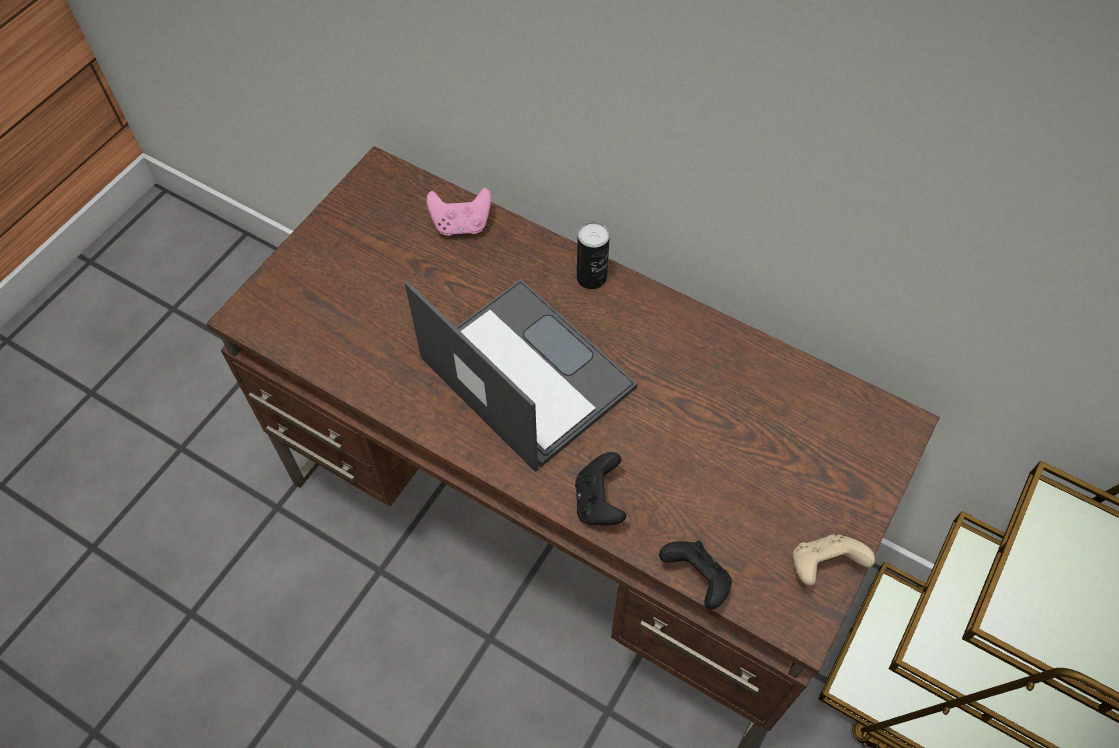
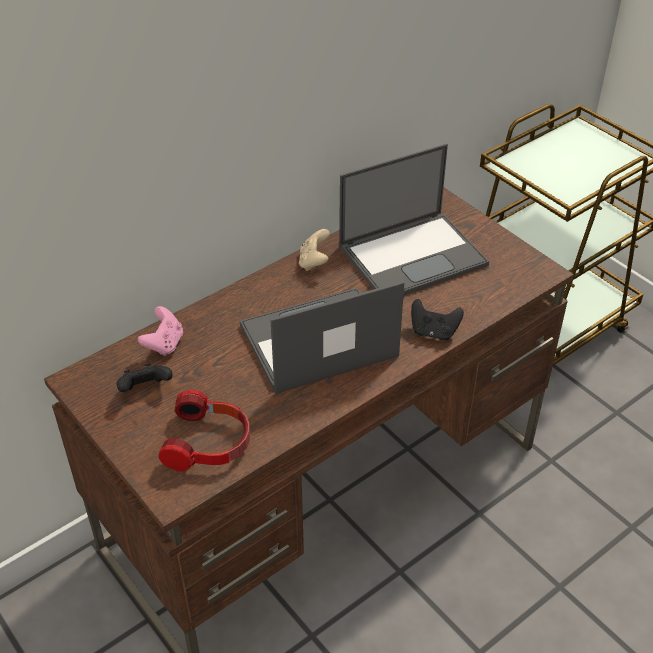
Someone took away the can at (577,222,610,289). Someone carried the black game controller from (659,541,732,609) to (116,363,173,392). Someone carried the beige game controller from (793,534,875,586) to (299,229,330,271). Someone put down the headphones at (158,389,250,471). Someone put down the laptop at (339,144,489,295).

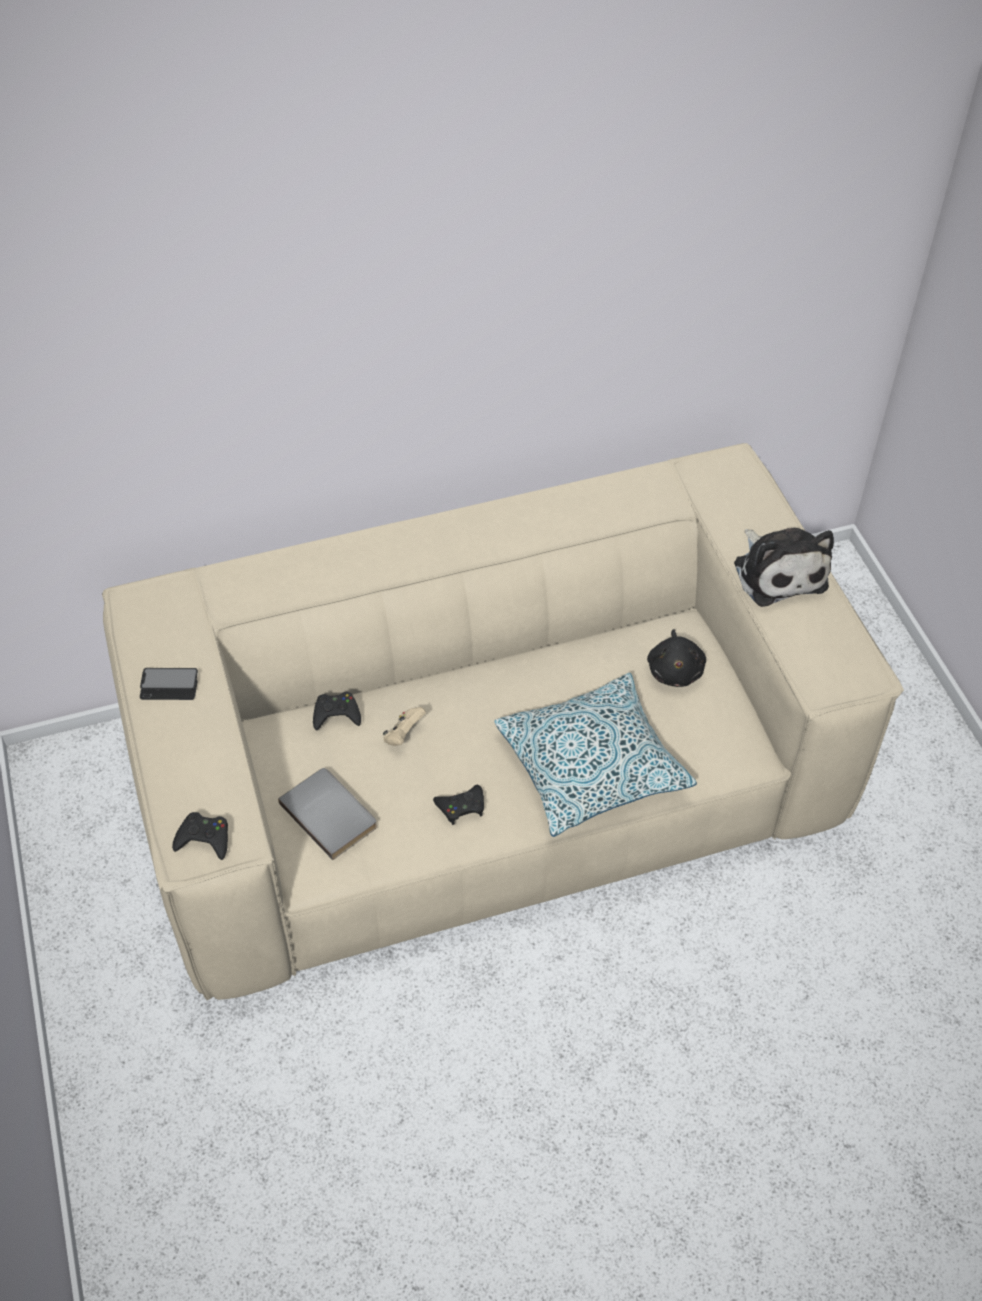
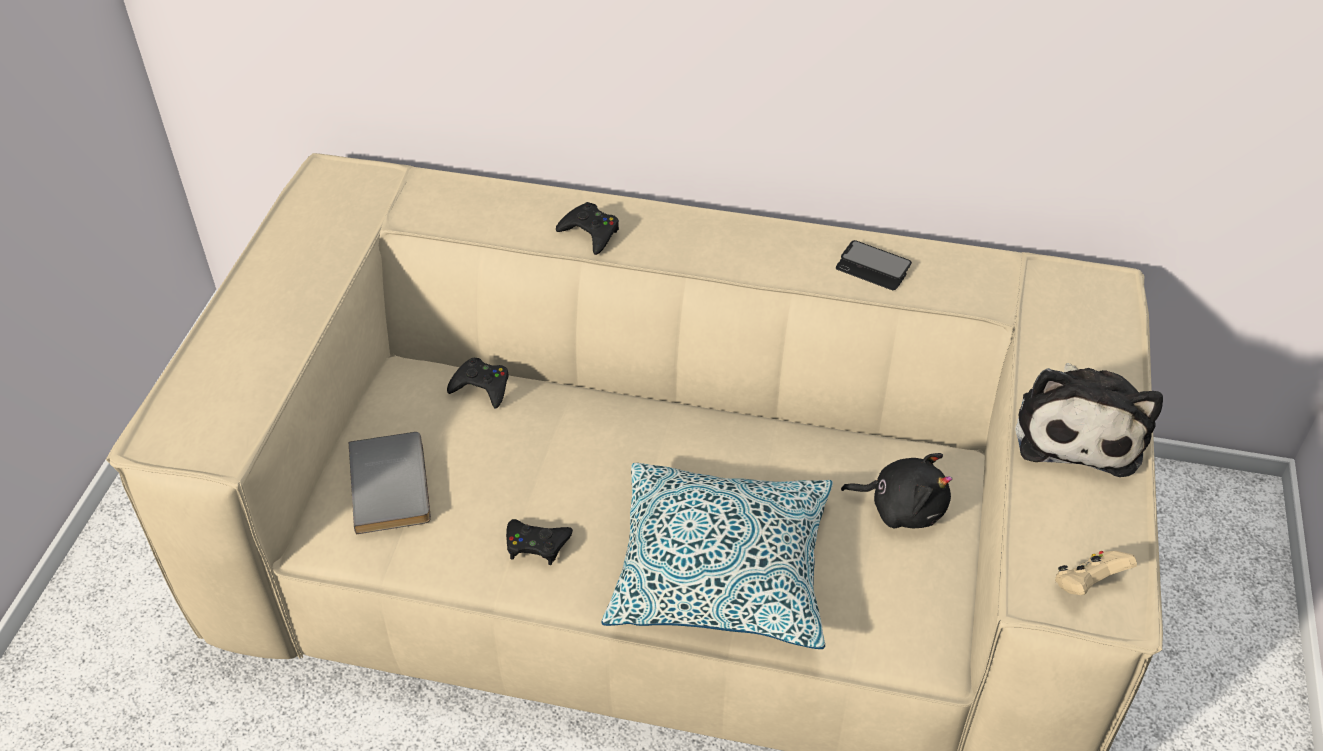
Someone carried the phone from (140,668,198,700) to (836,240,912,290). Someone carried the black game controller from (172,812,228,860) to (556,202,619,255). Someone carried the beige game controller from (383,707,426,746) to (1055,551,1137,595). Someone rotated the black plush toy at (647,629,706,687) by 105 degrees counterclockwise.

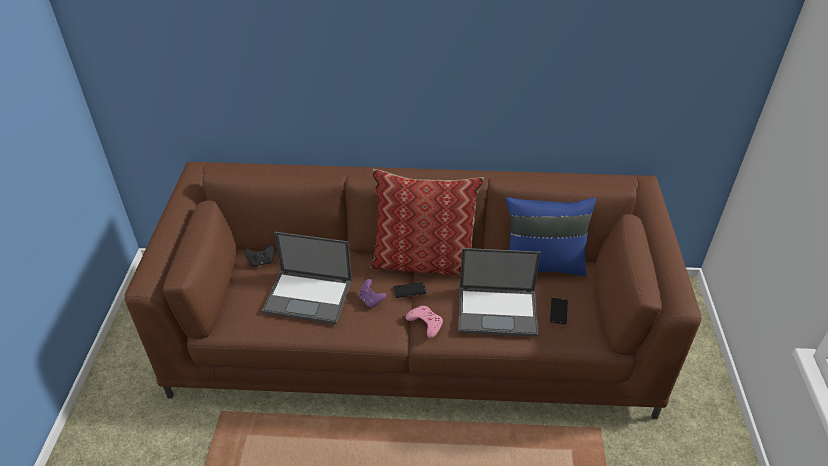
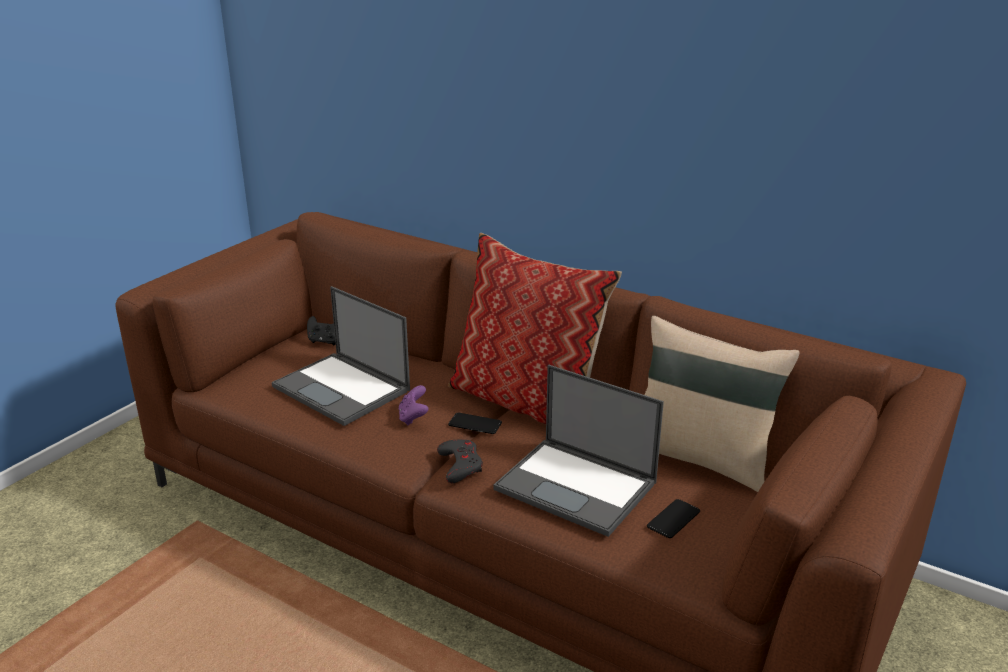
Someone repainted the pink game controller at (406,306,443,338), which became the grey game controller at (437,440,483,483). Someone repainted the blue pillow at (506,197,596,277), which became the beige pillow at (645,316,799,492).

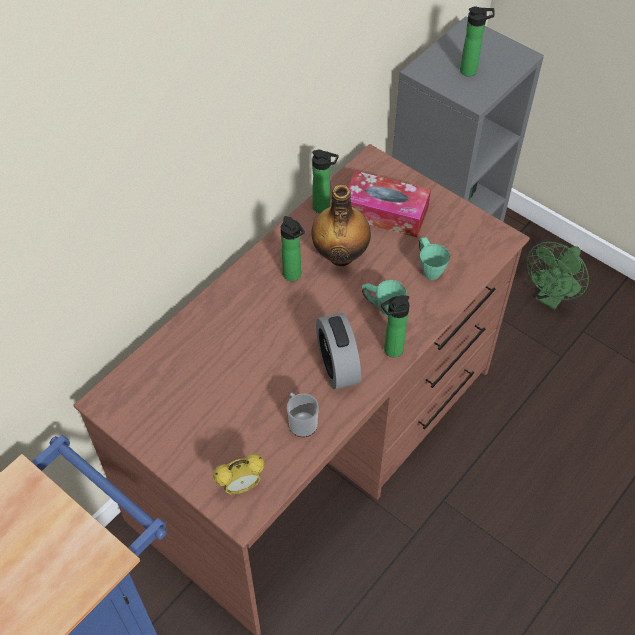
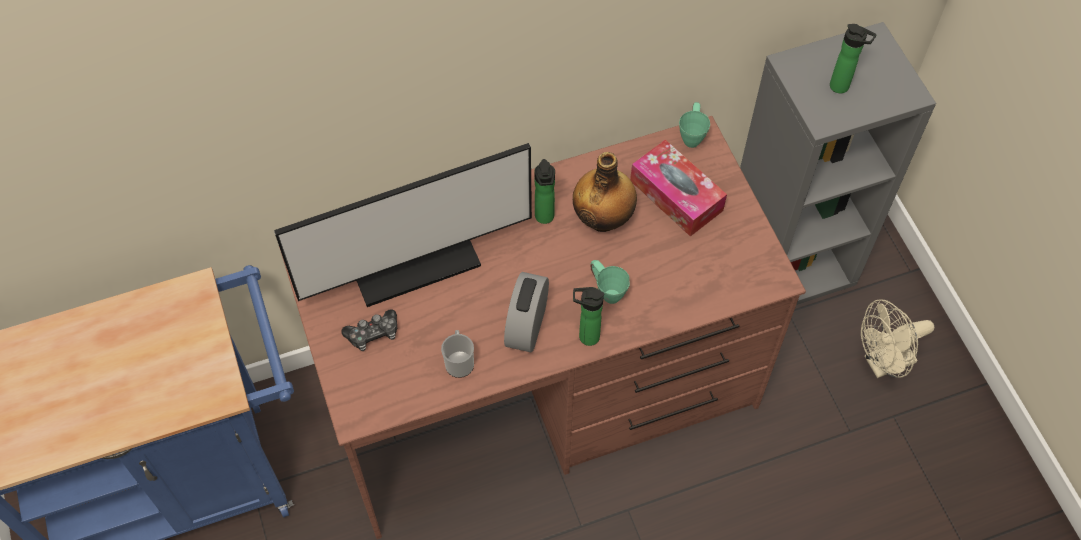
Someone took away the alarm clock at (213,454,265,495). Someone took away the bottle at (312,150,339,213). Someone carried the green mug from (419,237,450,280) to (679,102,710,148). Someone repainted the green fan at (526,242,589,310), which became the beige fan at (861,299,934,378). Someone put down the monitor at (274,143,532,307). Someone put down the game controller at (341,309,397,351).

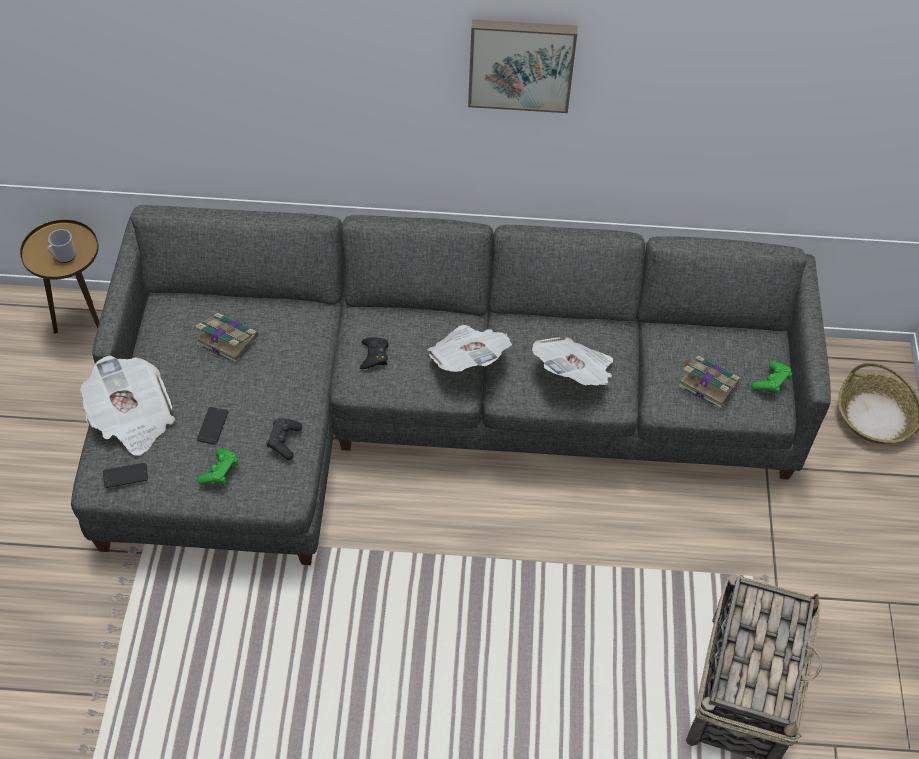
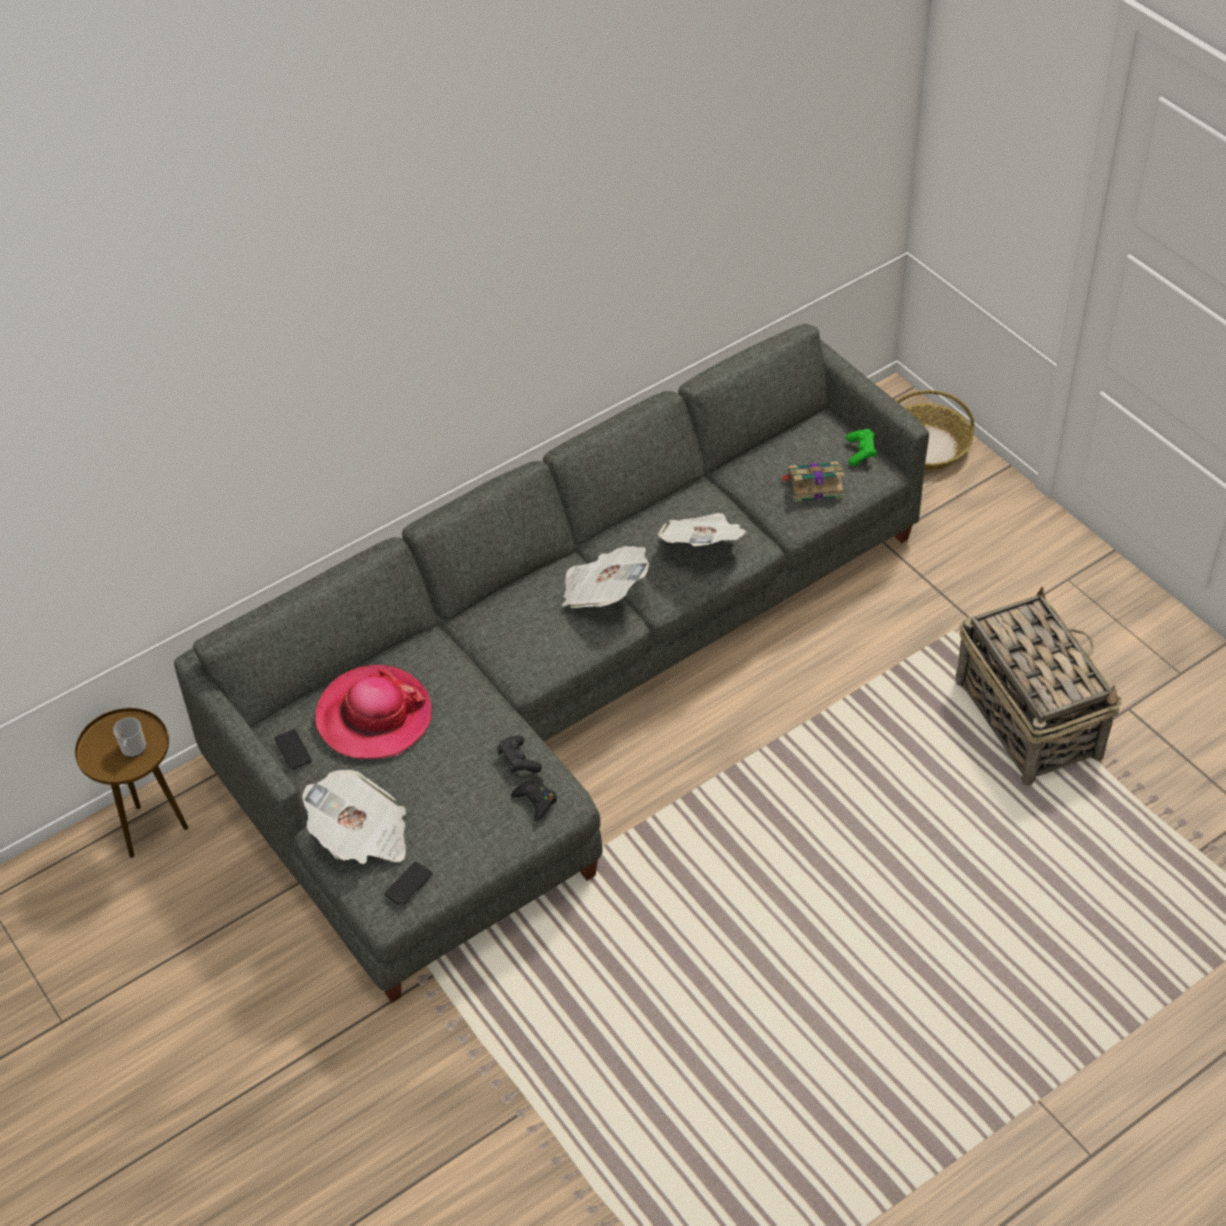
Someone swapped the book at (196,313,258,364) for the hat at (315,664,432,759). Someone carried the phone from (197,407,228,444) to (274,729,312,770). Someone took away the green game controller at (197,448,238,485). Someone carried the black game controller from (360,337,388,369) to (511,777,557,822). Someone took away the picture at (468,19,577,113).

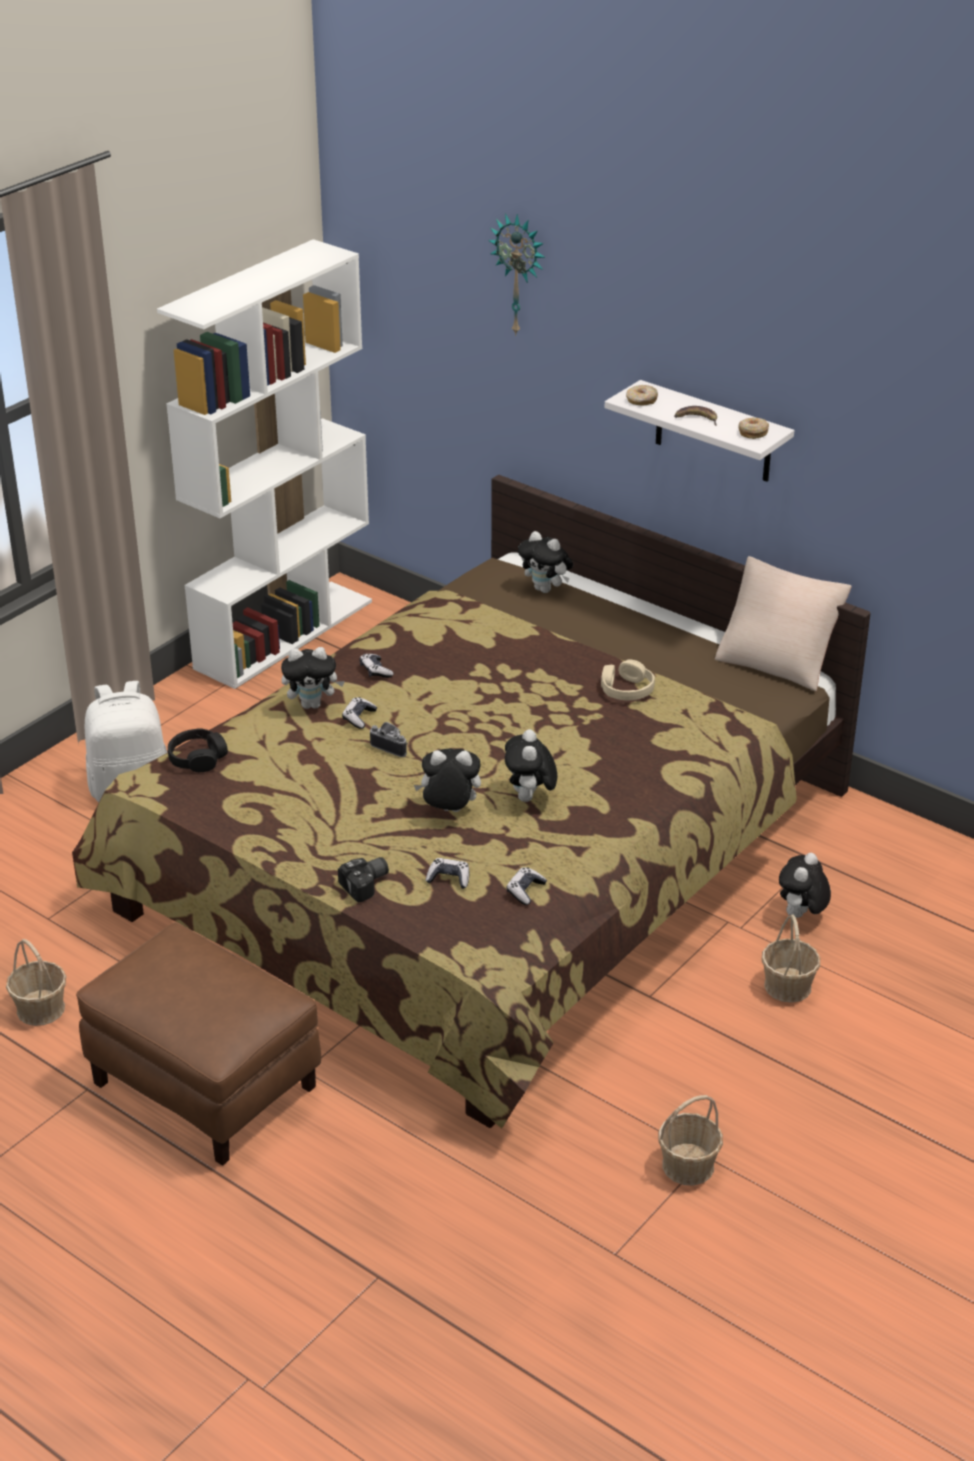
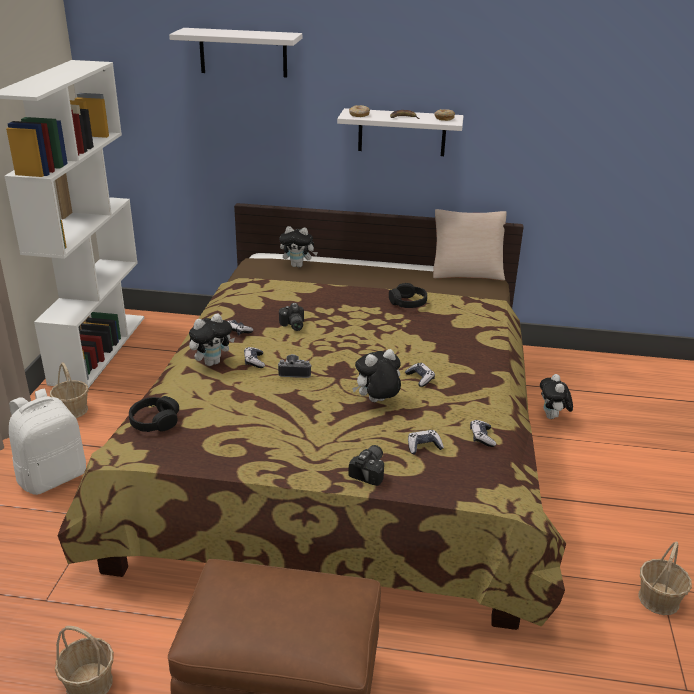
Someone swapped the wall clock at (488,213,546,336) for the white shelf at (169,28,302,77). Someone swapped the plush toy at (505,729,558,802) for the game controller at (405,363,435,387). Someone repainted the beige headphones at (601,660,655,700), which became the black headphones at (389,283,427,308). Someone carried the basket from (762,914,820,1003) to (50,362,88,418). Someone put down the photo camera at (279,303,304,331).

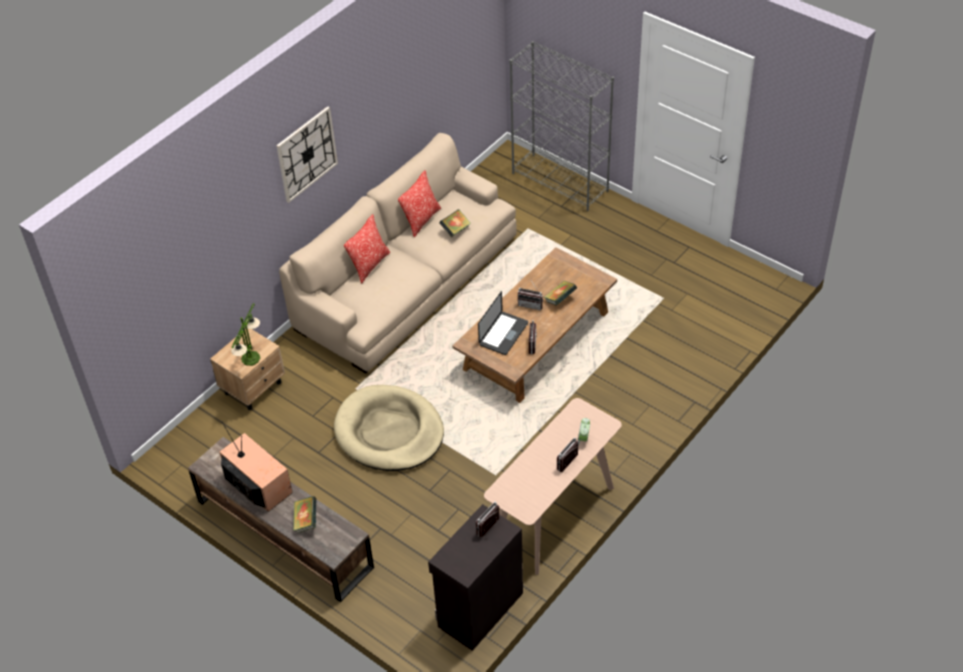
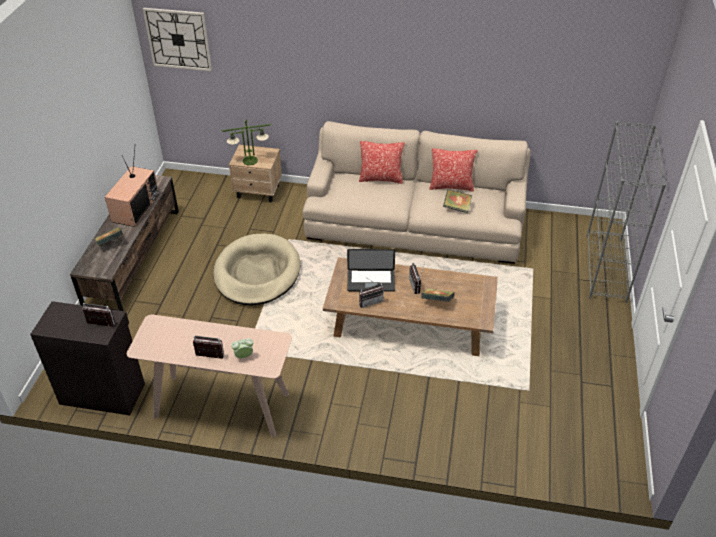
Someone carried the wall clock from (276,106,338,203) to (143,8,212,71).

